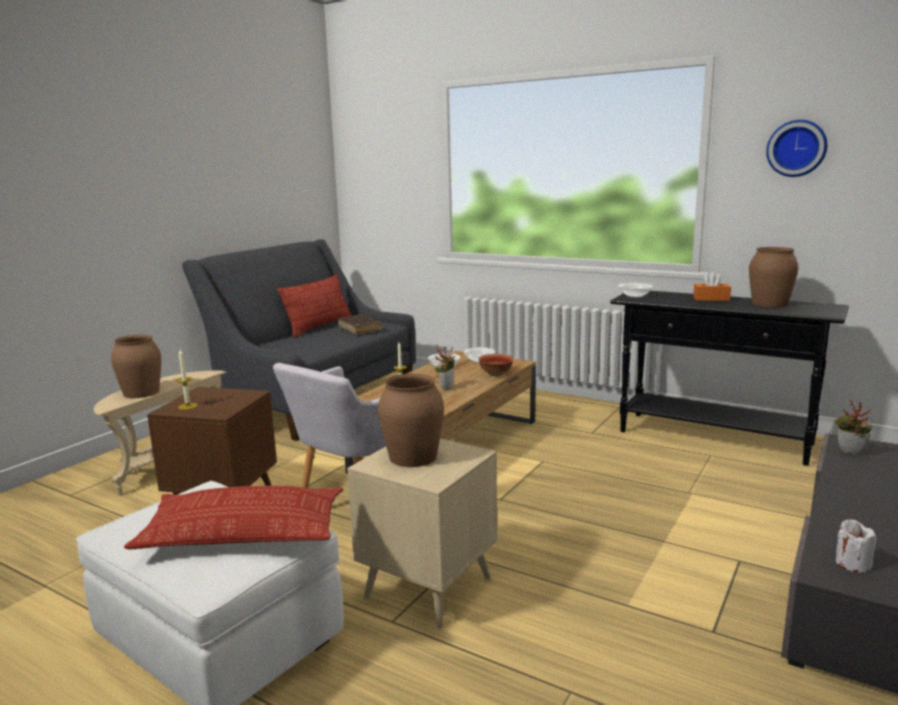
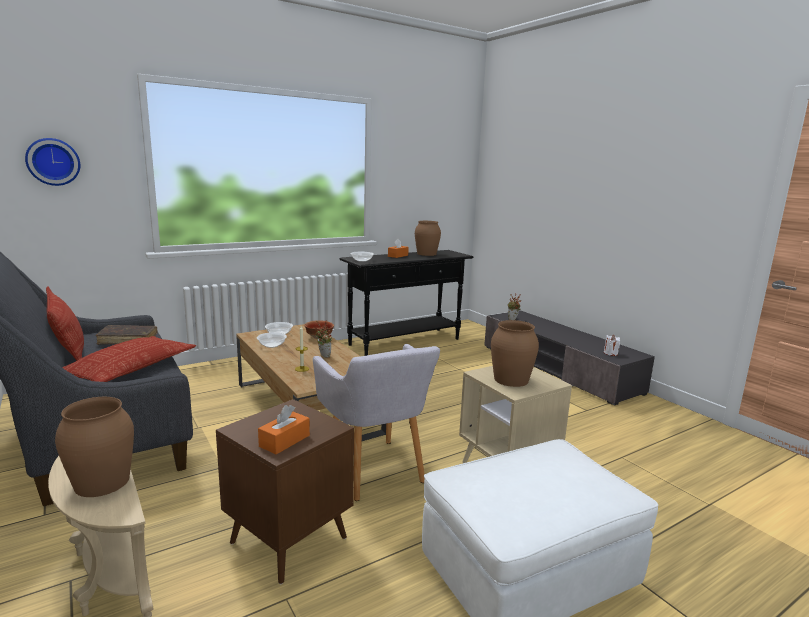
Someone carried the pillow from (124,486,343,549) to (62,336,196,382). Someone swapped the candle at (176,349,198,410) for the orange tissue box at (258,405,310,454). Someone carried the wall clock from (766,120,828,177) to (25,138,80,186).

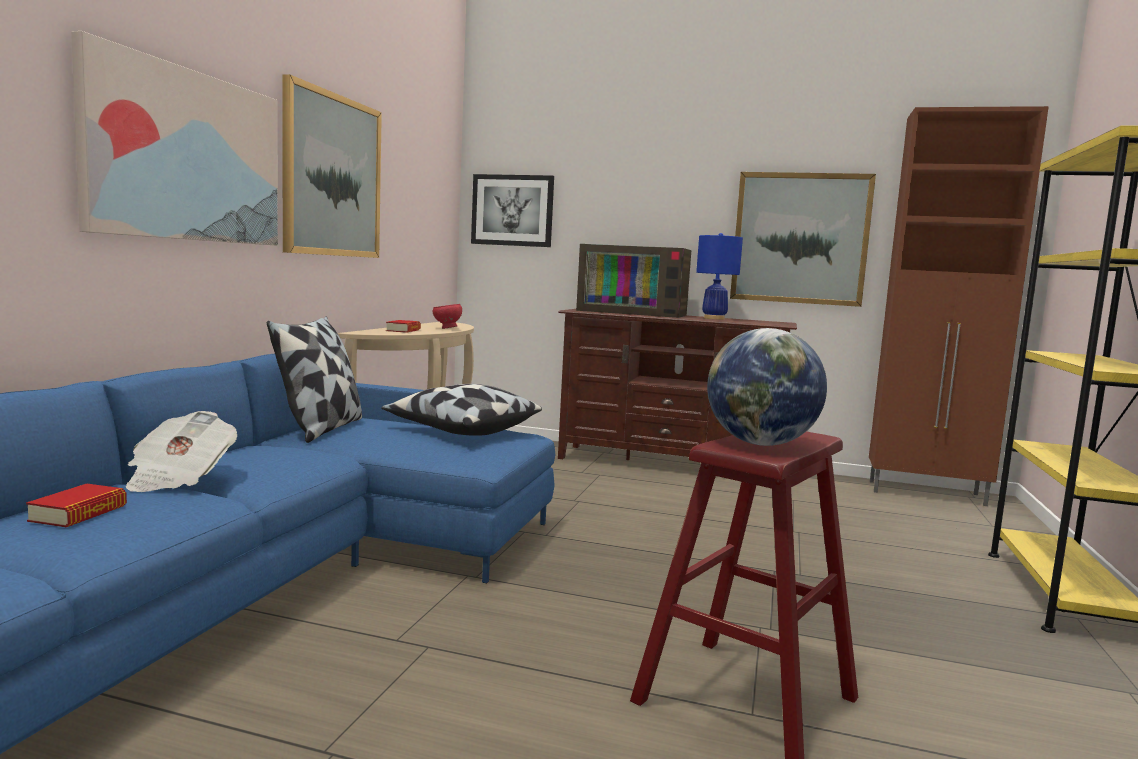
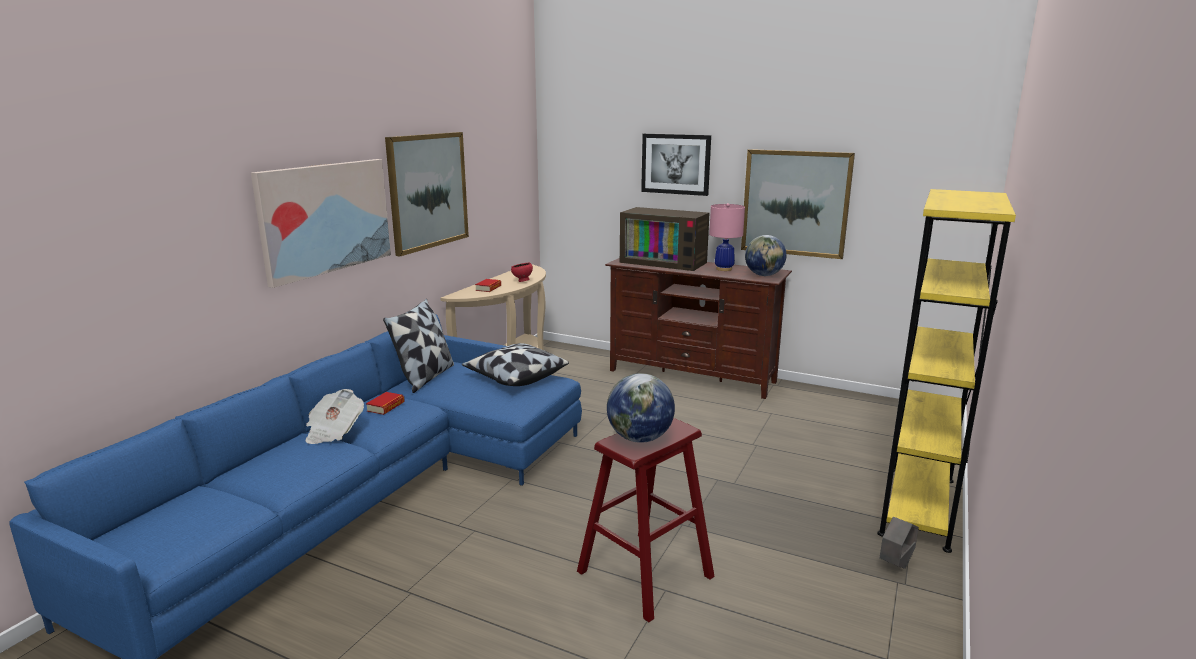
Someone carried the book from (26,484,127,527) to (366,392,405,415). Someone carried the picture from (471,174,554,247) to (641,134,711,196). Someone repainted the blue table lamp at (696,233,743,320), which became the pink table lamp at (709,203,745,271). Someone took away the brown cabinet at (869,106,1049,506). Someone put down the globe at (745,235,787,276). Someone put down the grey planter at (880,517,919,569).

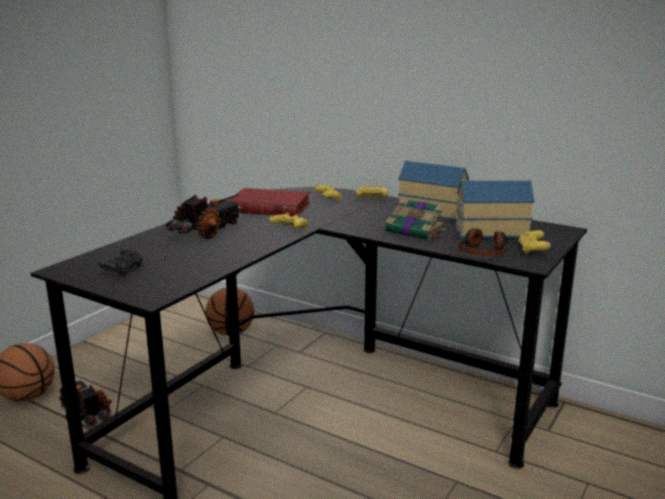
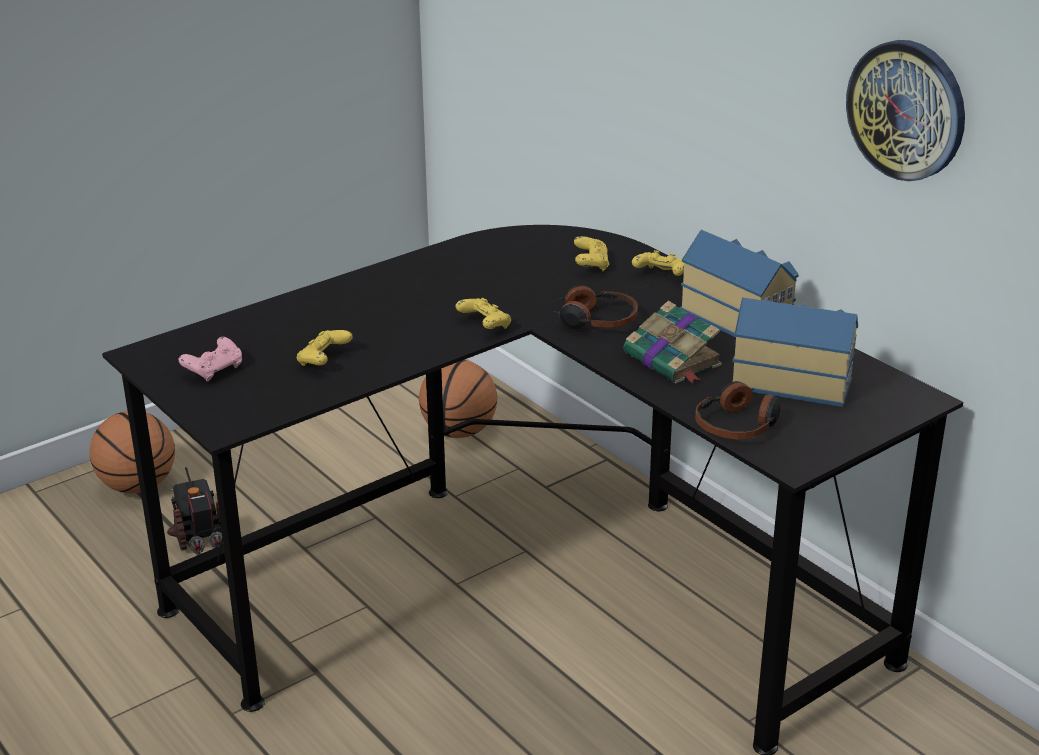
Someone repainted the black game controller at (98,248,143,277), which became the pink game controller at (179,337,242,382). Someone took away the toy truck at (166,194,242,239). Someone took away the red book at (227,188,310,217). Someone carried the yellow game controller from (519,230,551,255) to (297,330,353,366). Someone put down the headphones at (553,285,638,329). Someone put up the wall clock at (846,40,965,181).

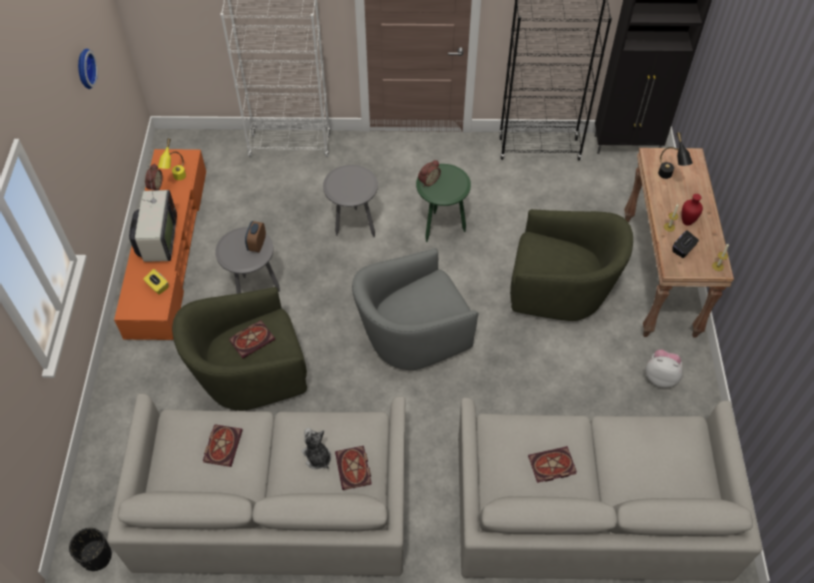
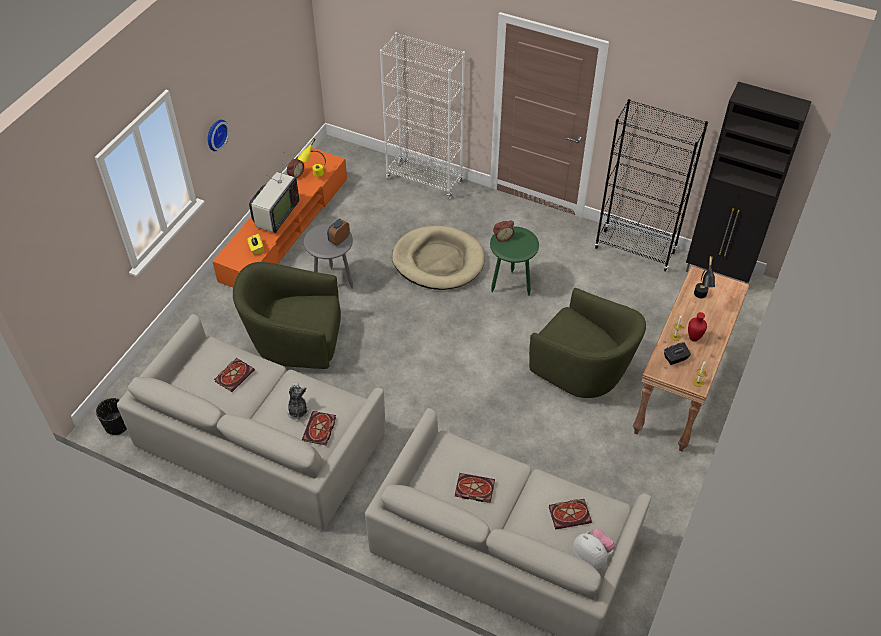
Someone carried the wall clock from (78,48,98,89) to (208,120,229,151). Someone carried the book from (229,320,275,359) to (549,499,592,529). Someone swapped the grey side table at (323,165,378,238) for the beige dog bed at (392,225,484,290). Someone took away the grey armchair at (352,248,479,370). Someone carried the plush toy from (646,350,683,388) to (573,529,615,570).

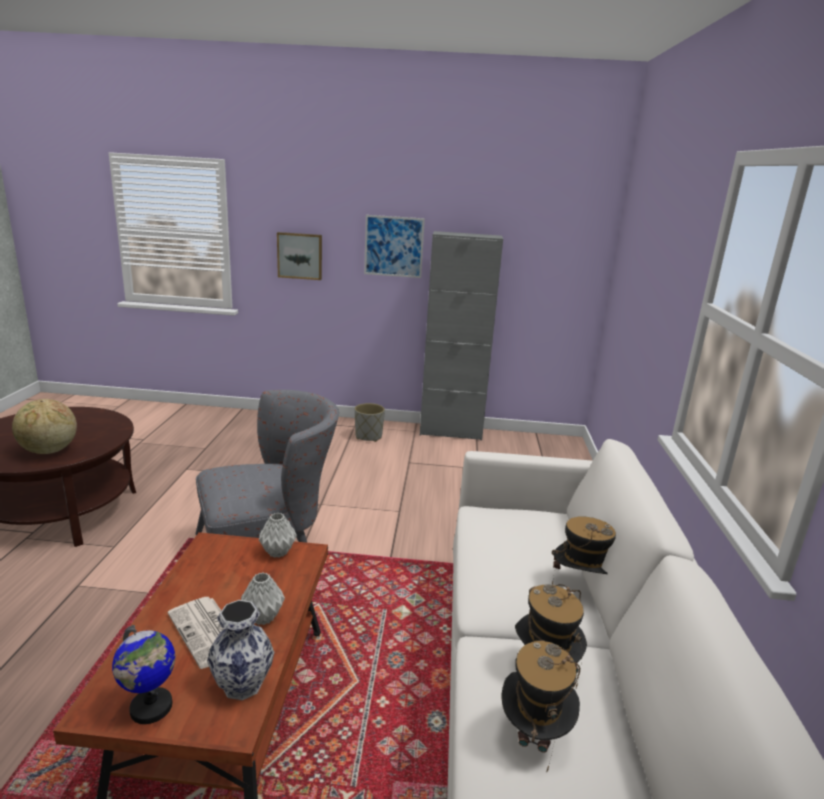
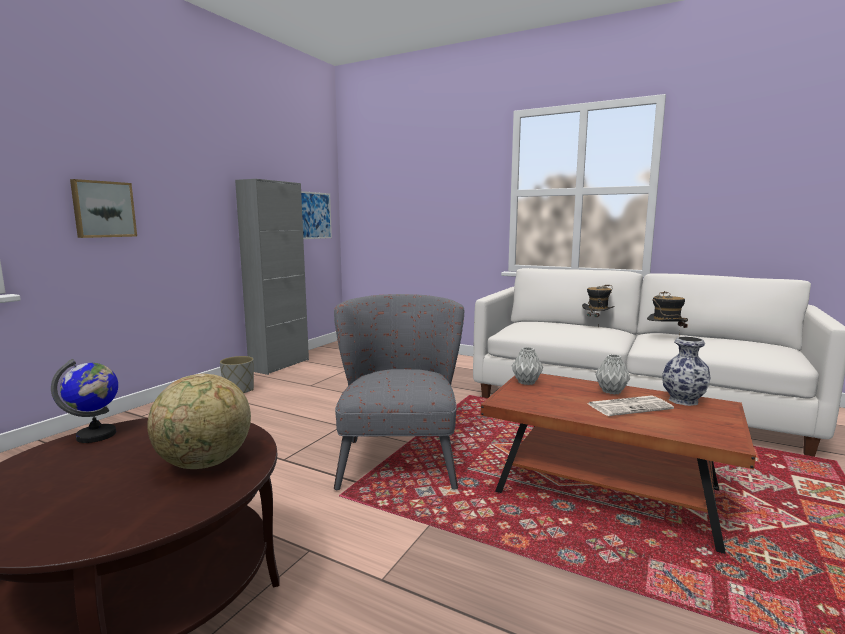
Someone carried the globe from (112,625,175,724) to (51,359,118,443). Someone carried the picture from (364,215,425,278) to (301,191,332,239). Someone took away the hat at (501,640,580,771).

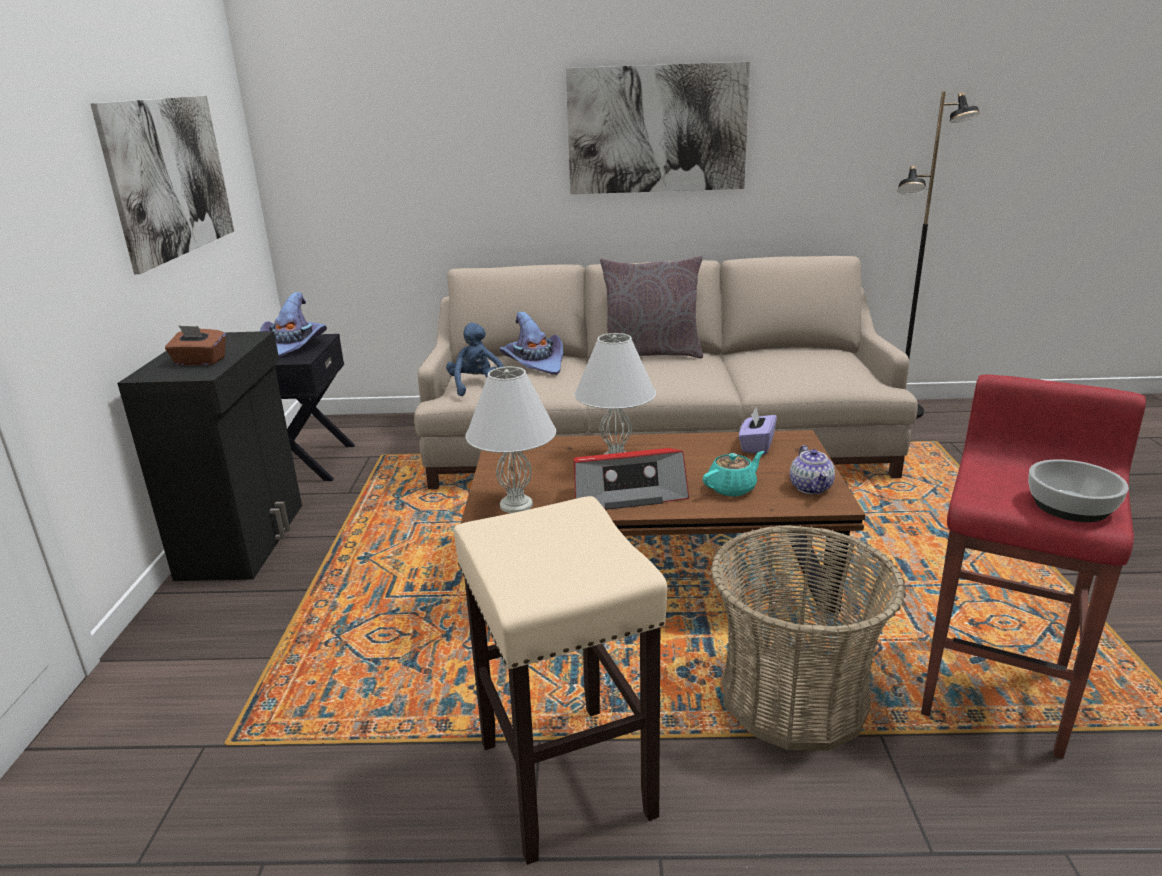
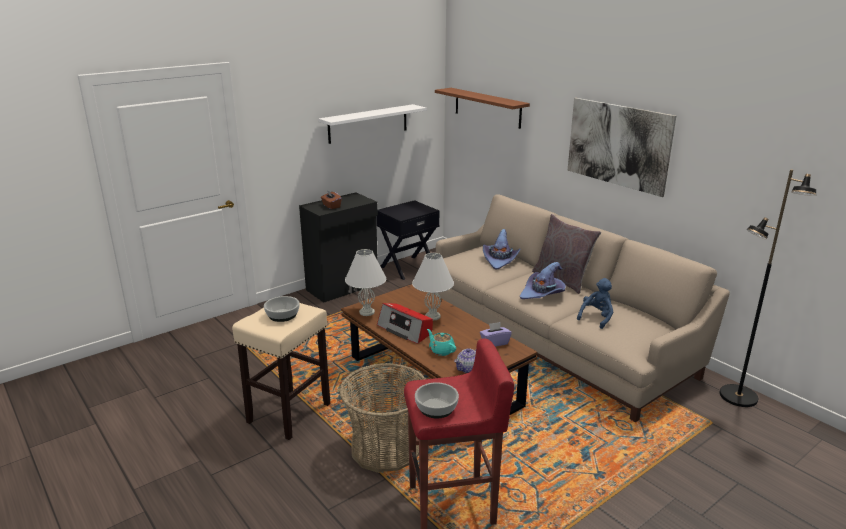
Someone swapped the picture at (90,96,234,274) for the white shelf at (318,104,426,144). Someone carried the purple hat from (260,292,327,357) to (520,262,566,299). Someone carried the blue plush toy from (446,323,504,396) to (577,278,613,329). Someone rotated the turquoise teapot at (703,451,764,497) by 150 degrees counterclockwise. Someone put down the bowl at (264,296,300,322). Someone put up the brown shelf at (435,88,530,129).

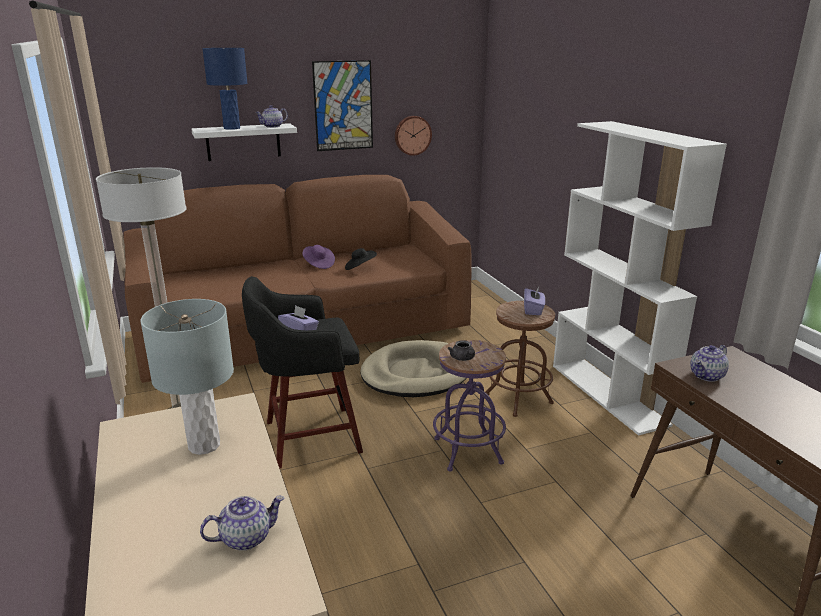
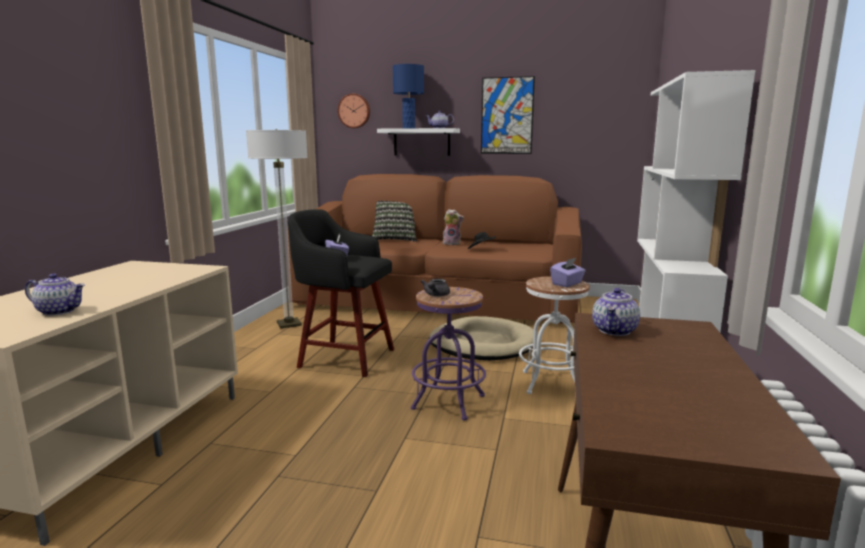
Someone took away the grey table lamp at (140,299,234,455). Someone swapped the purple hat at (302,245,335,269) for the plush toy at (443,209,464,245). Someone carried the wall clock from (395,116,432,156) to (338,94,370,128). Someone repainted the brown stool at (485,301,555,417), which became the white stool at (519,276,590,394). Someone rotated the teapot at (690,345,729,382) by 60 degrees counterclockwise. Someone put down the pillow at (372,201,417,242).

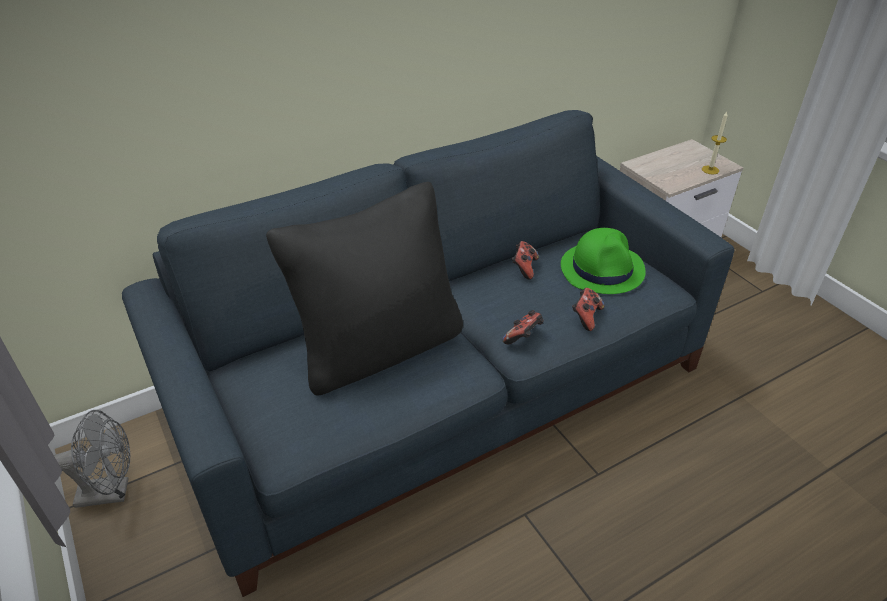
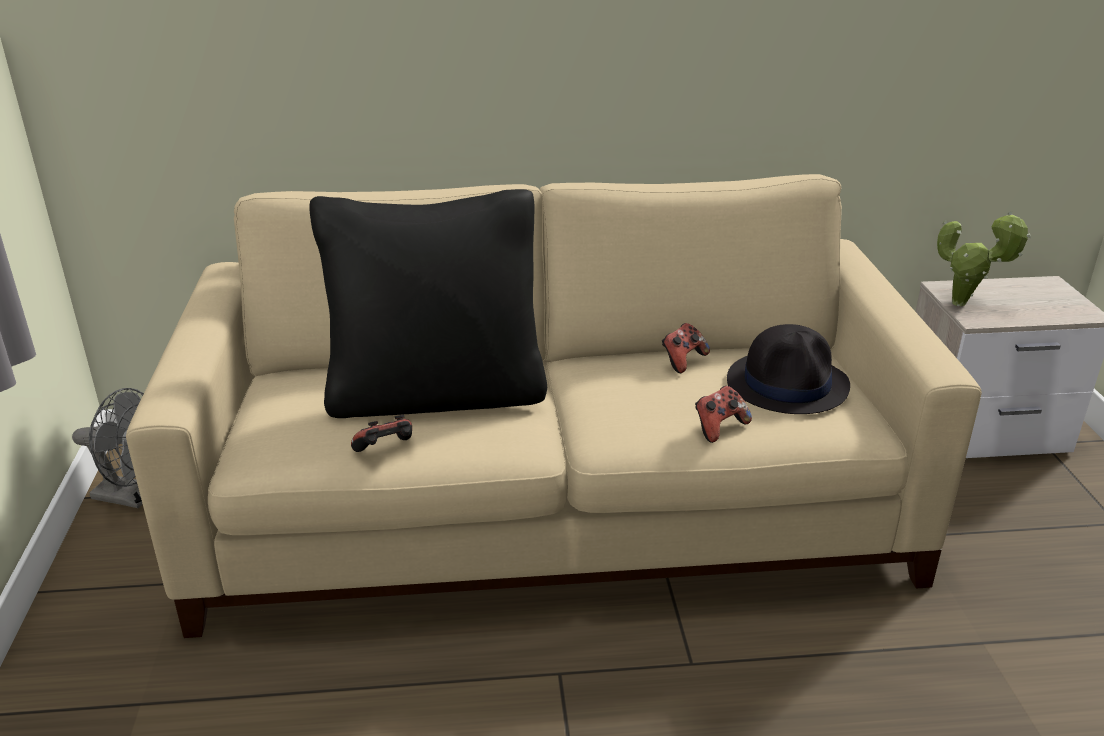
Someone repainted the blue sofa at (122,110,734,597), which became the beige sofa at (126,174,982,638). Someone carried the game controller from (502,310,544,344) to (351,414,412,452). Someone repainted the green hat at (561,228,646,294), which became the black hat at (727,324,850,414). Someone took away the candle at (702,112,728,174). Someone put down the potted plant at (937,212,1031,306).

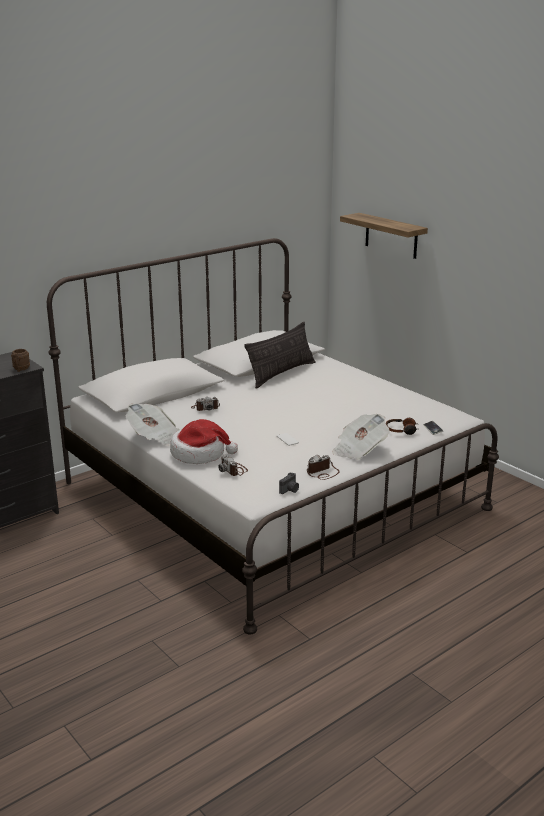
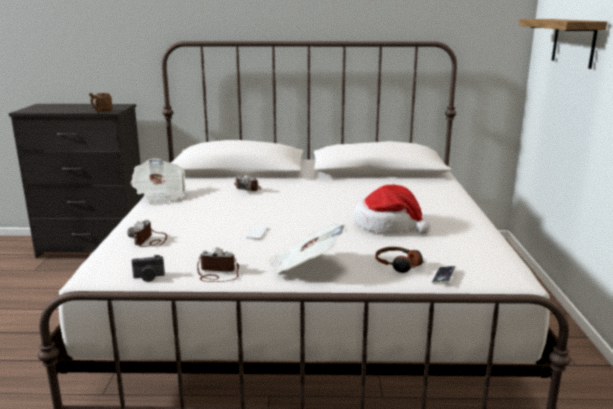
Someone carried the hat from (170,419,238,464) to (353,185,431,234). Someone took away the pillow at (244,322,316,389).

